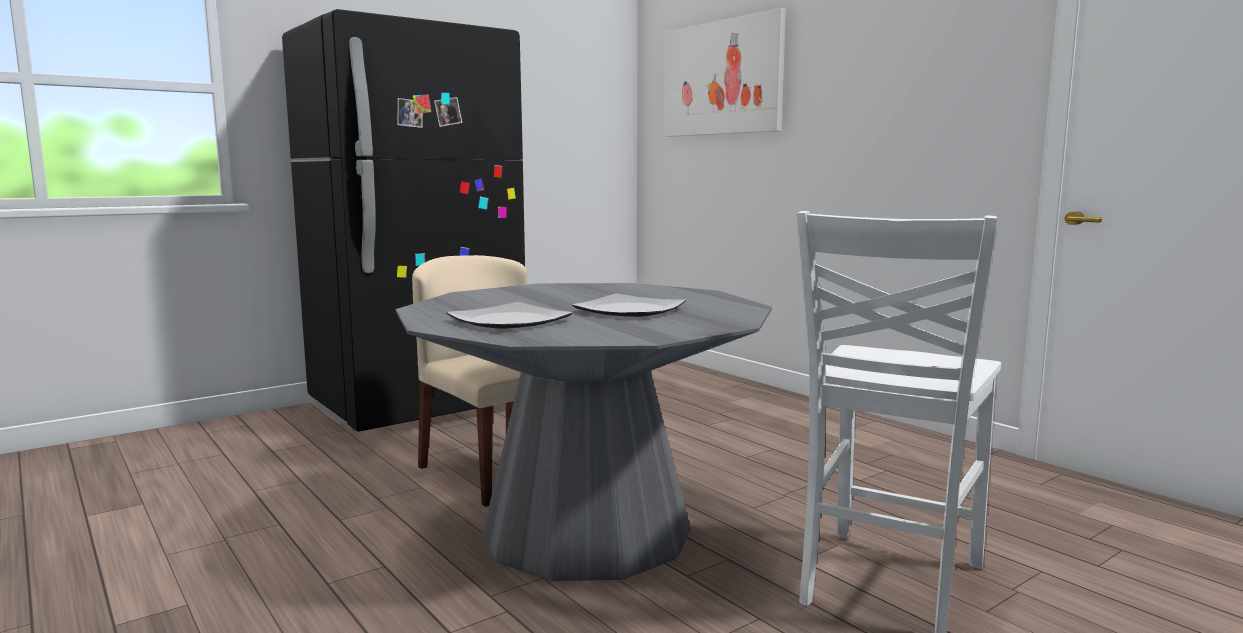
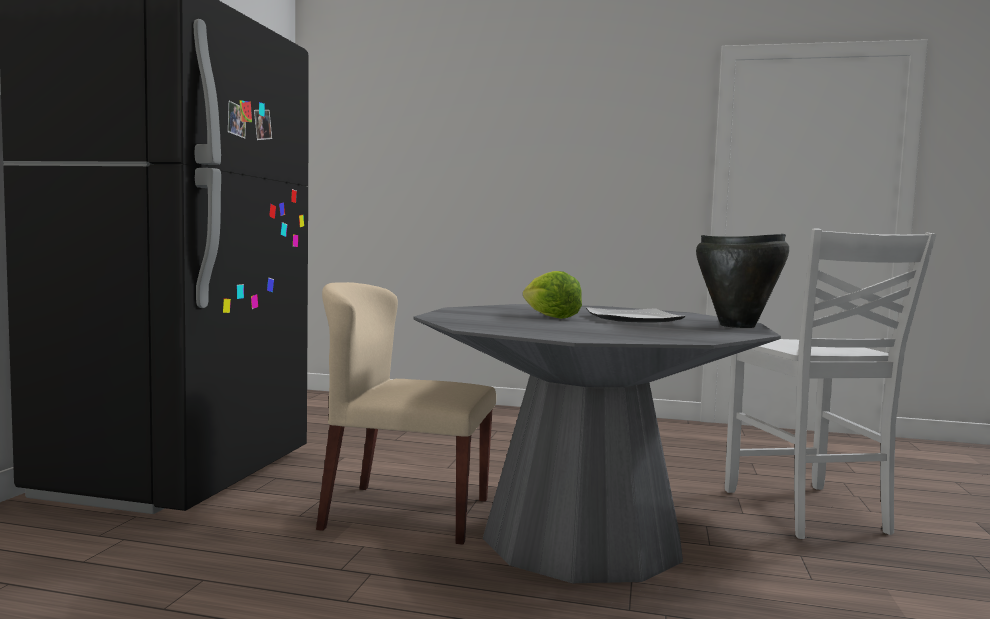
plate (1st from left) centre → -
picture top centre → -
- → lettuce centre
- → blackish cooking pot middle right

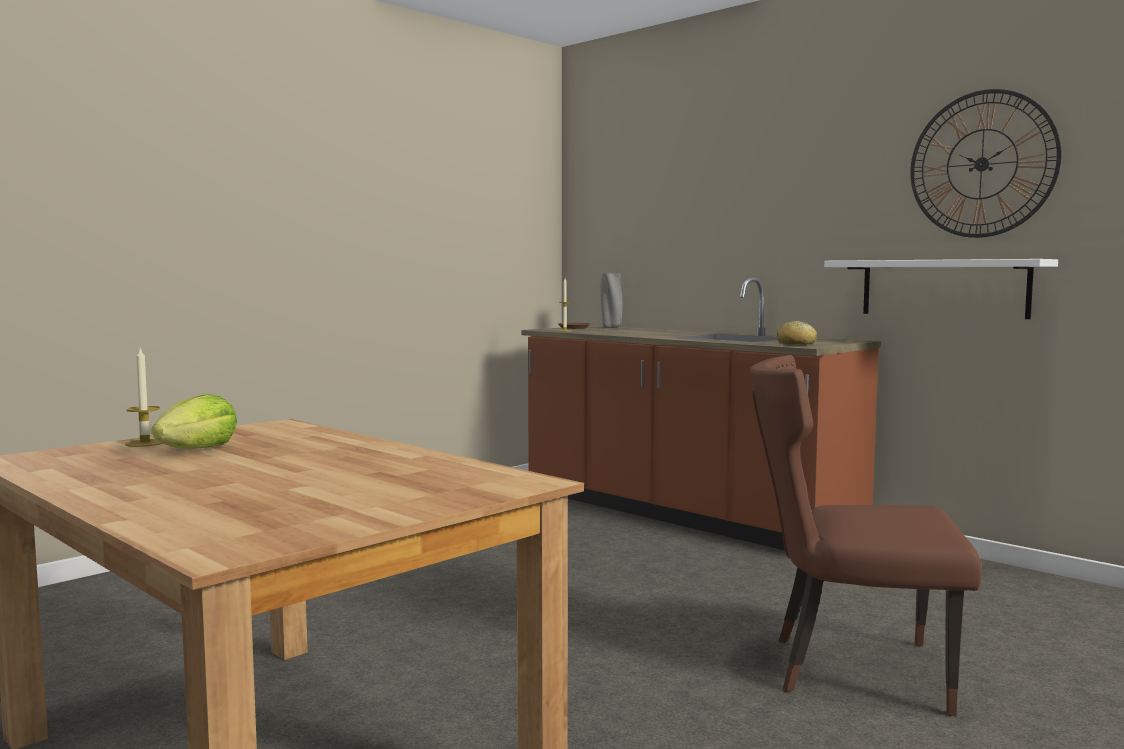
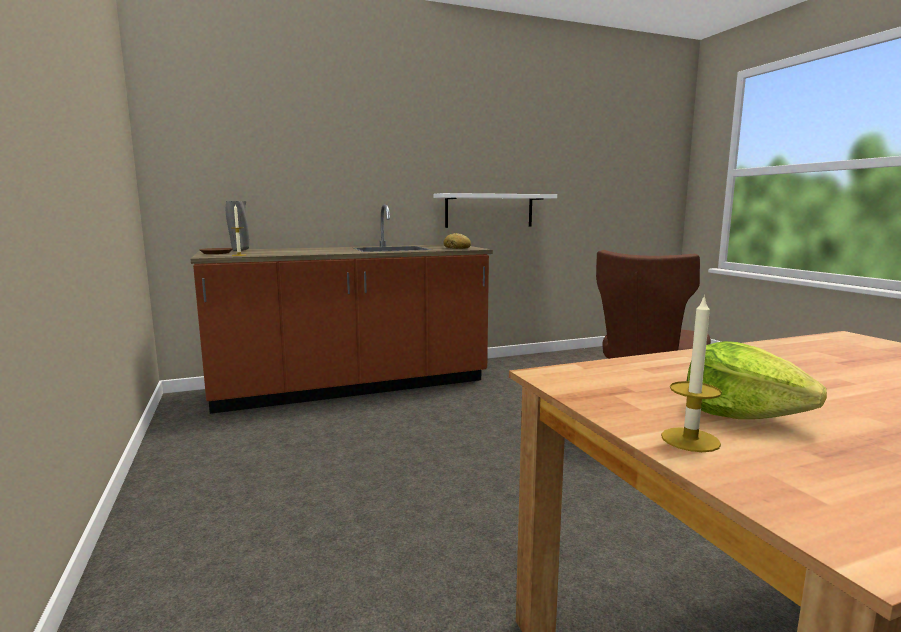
wall clock top right → -

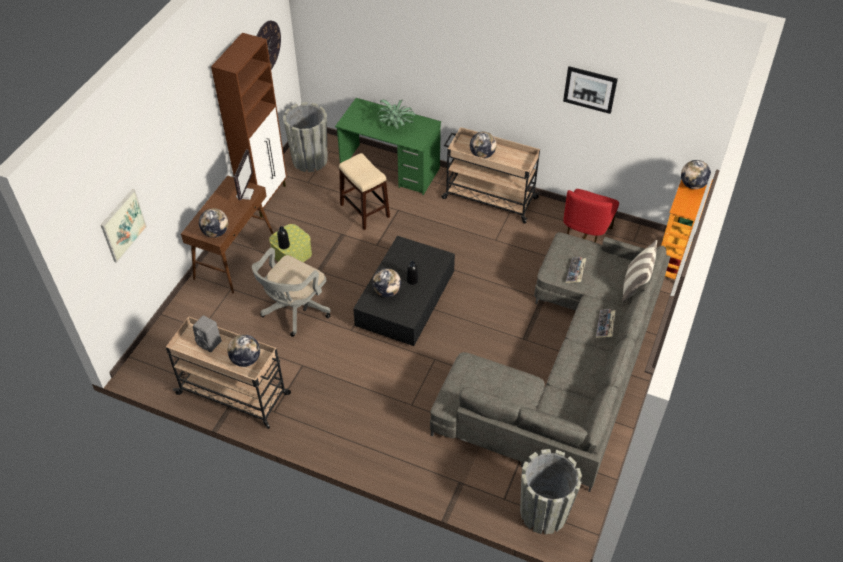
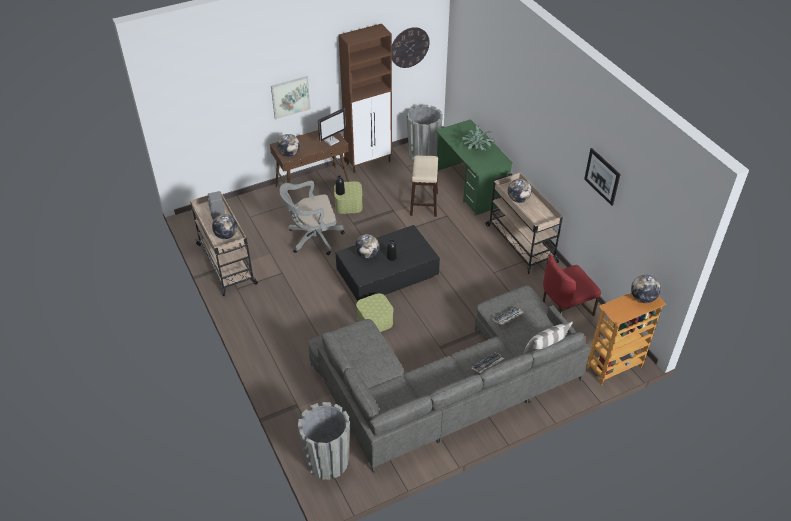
picture (1st from left) middle left → picture (1st from left) top centre, move
- → storage container (2nd from left) centre

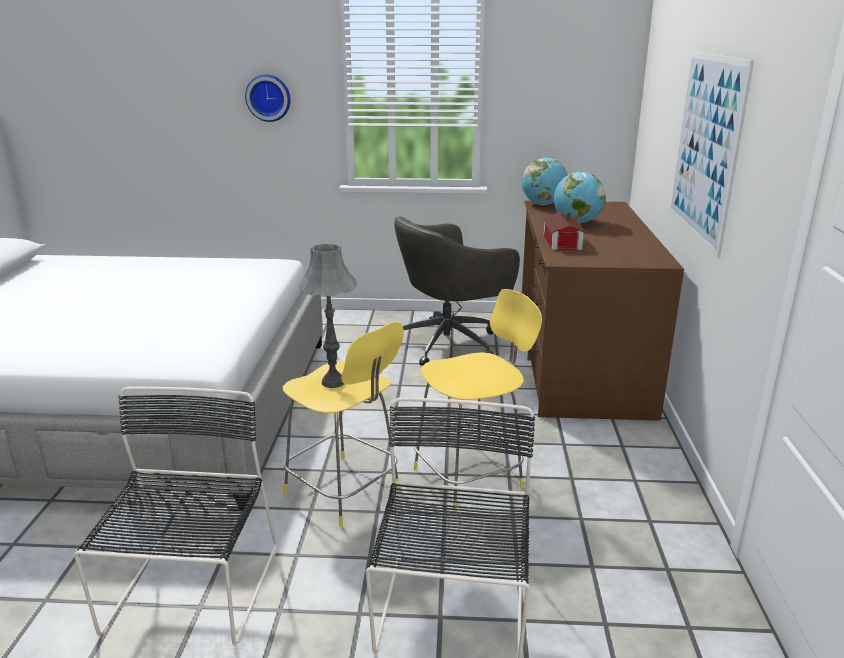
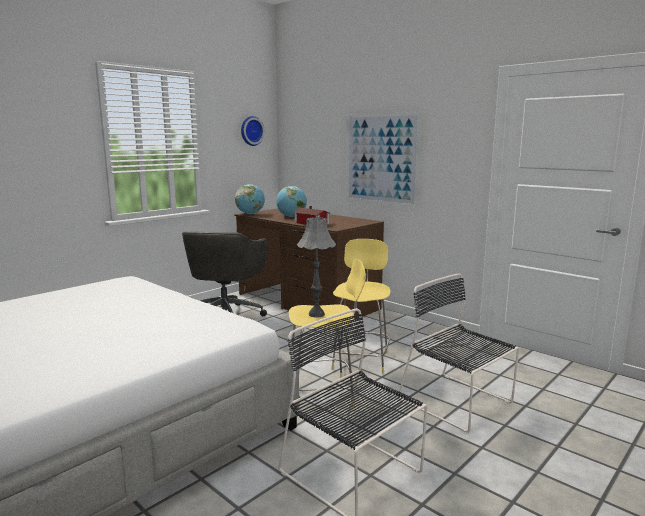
wall clock top left → wall clock top centre, move

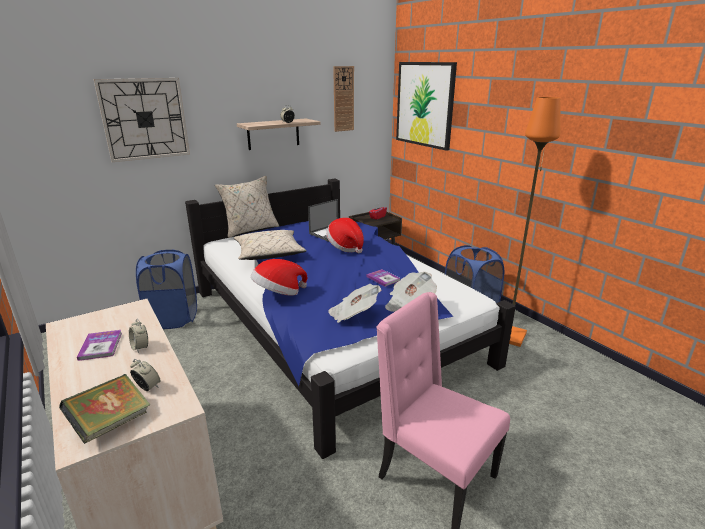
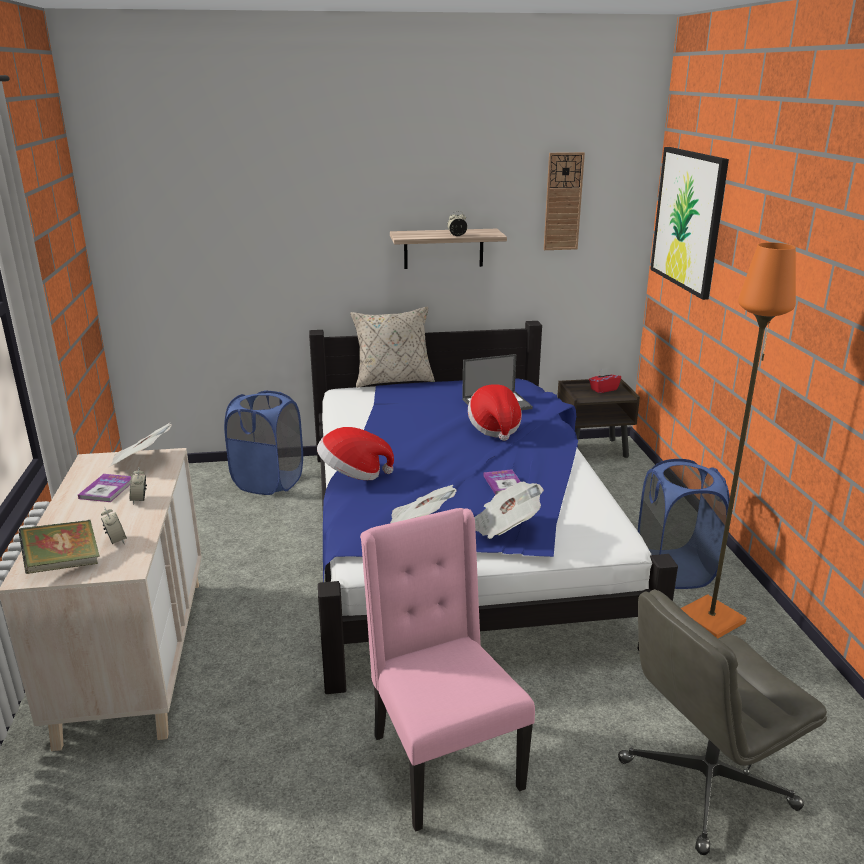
wall clock (1st from left) top left → -
sand-coloured pillow (2nd from left) centre → -
- → daily paper (1st from left) middle left
- → grey office chair bottom right

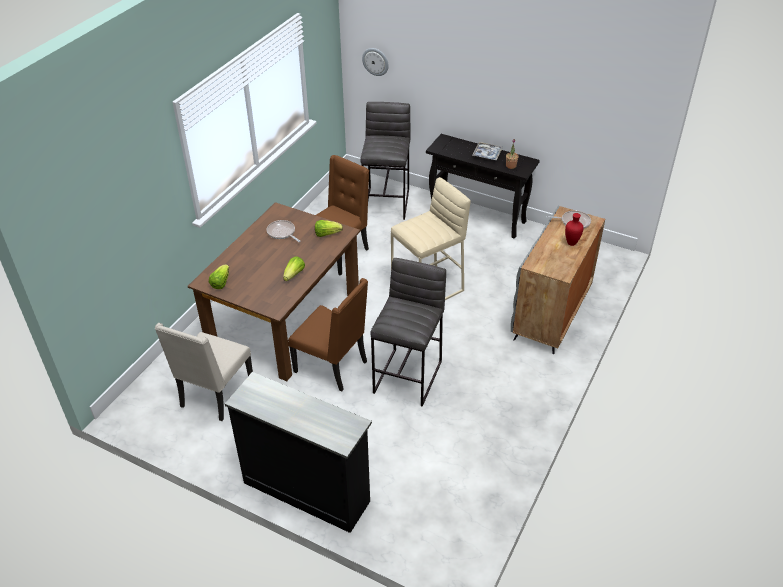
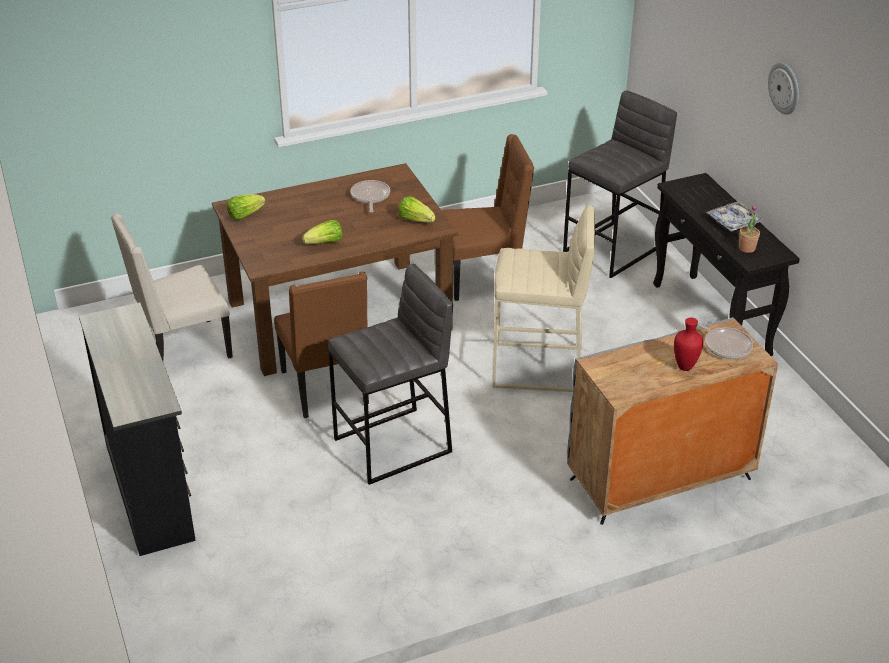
wall clock top centre → wall clock top right, move

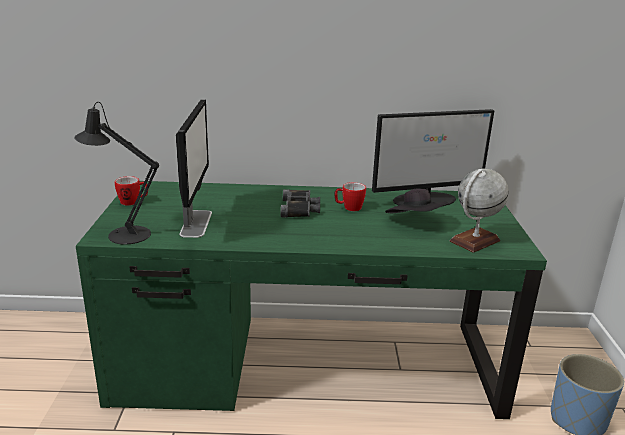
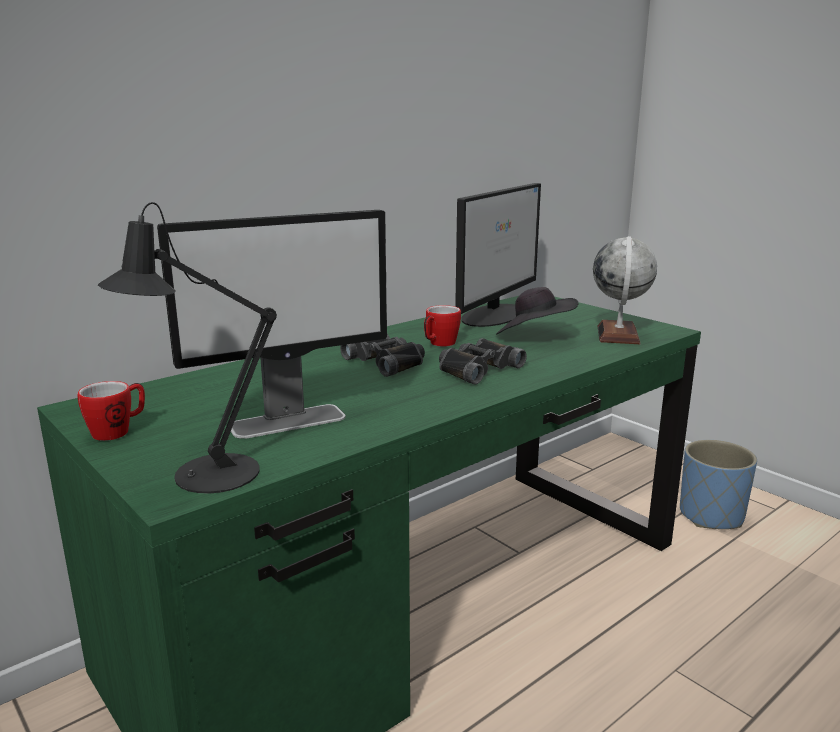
monitor (1st from left) middle left, 105 degrees clockwise
- → blackish binoculars (2nd from left) centre

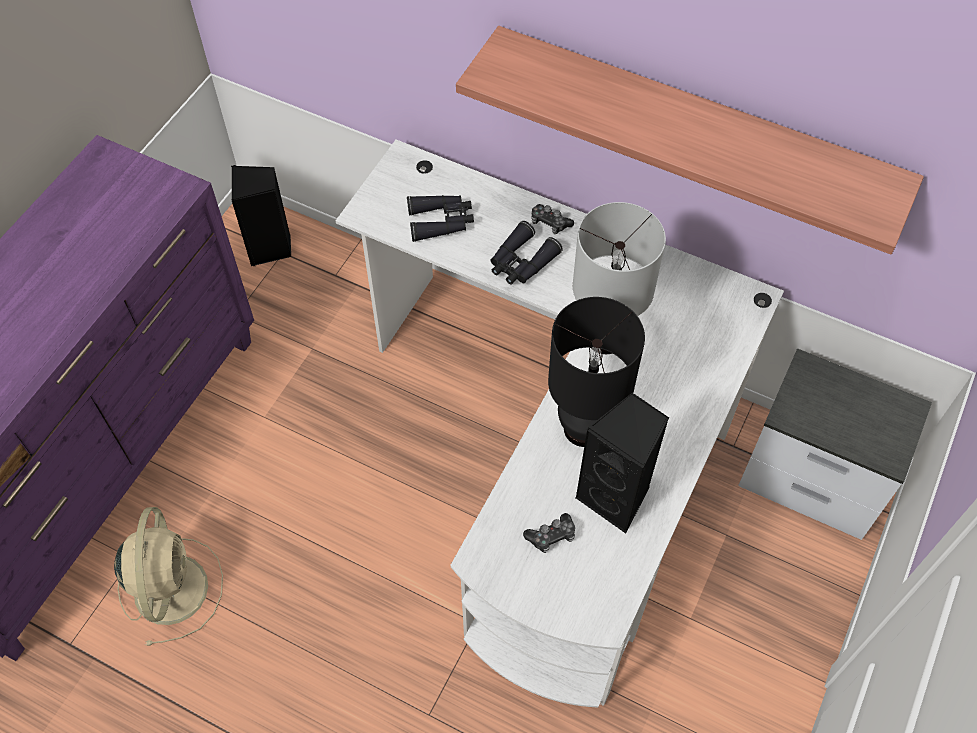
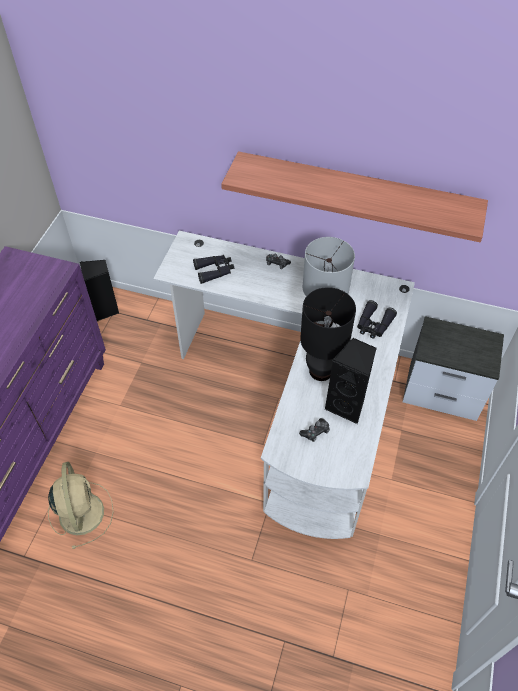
blackish binoculars (2nd from left) centre → blackish binoculars (2nd from left) middle right, move

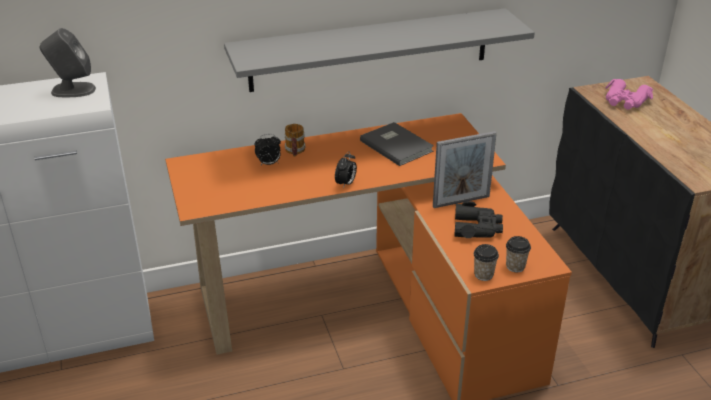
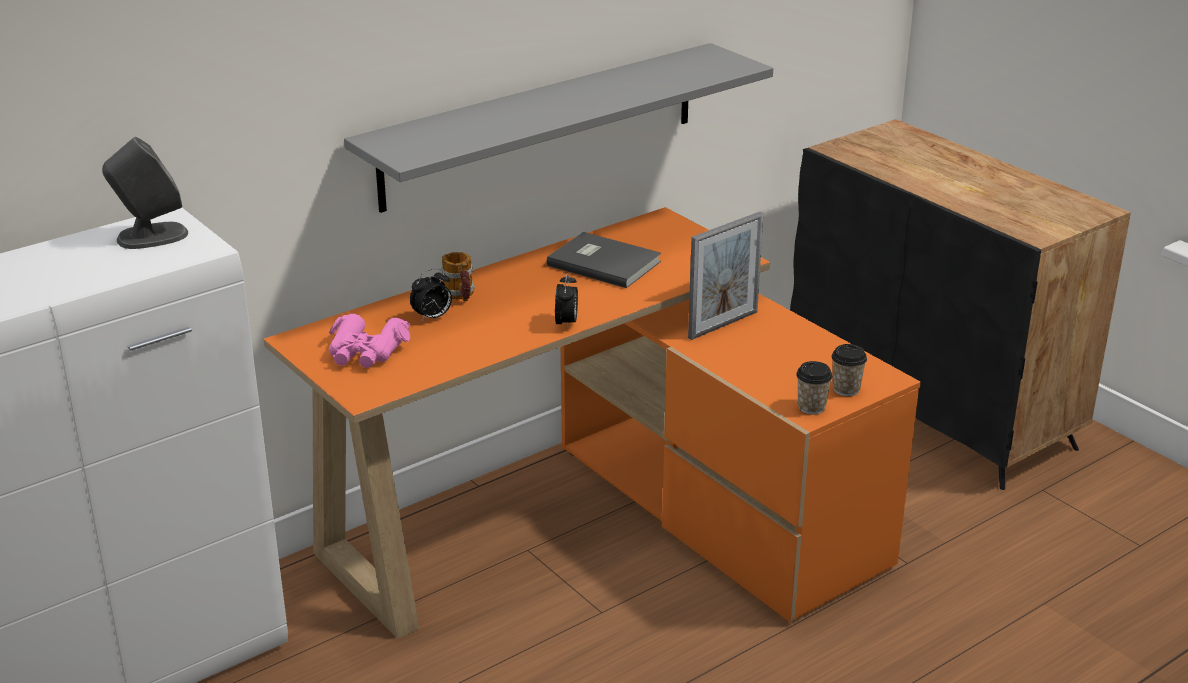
blackish binoculars middle right → -
pinkish binoculars top right → pinkish binoculars middle left, move

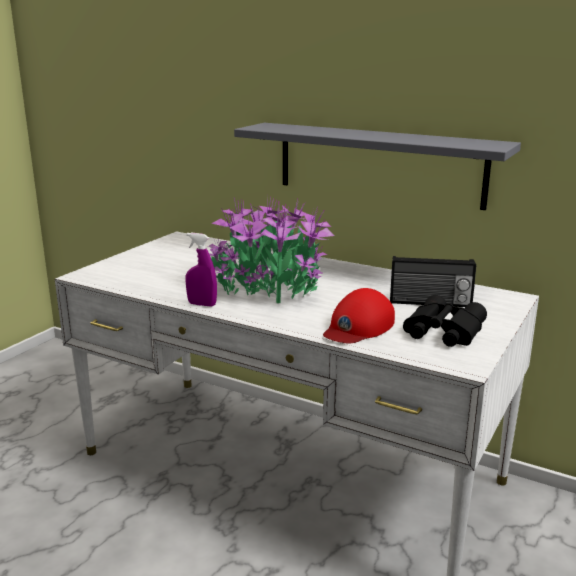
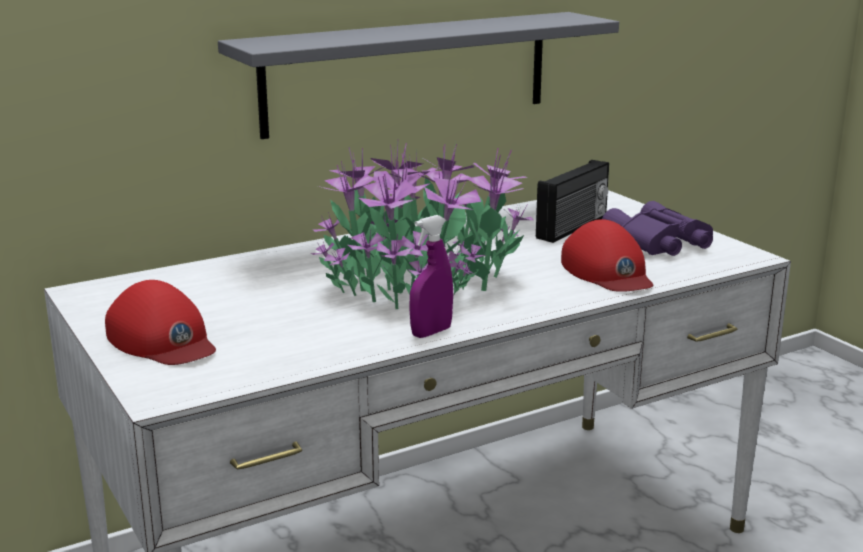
blackish binoculars middle right → purple-coloured binoculars middle right
- → reddish cap (1st from left) middle left

